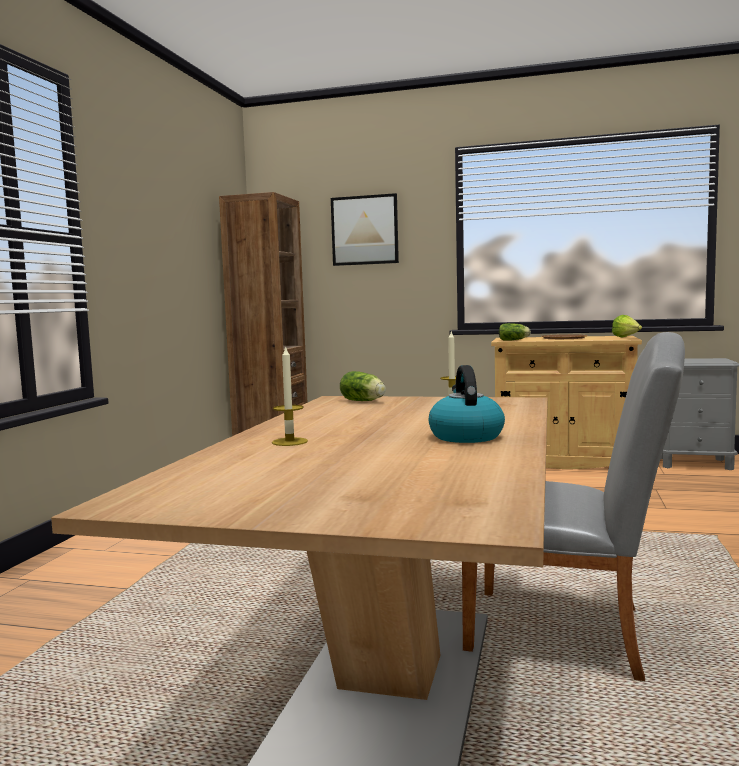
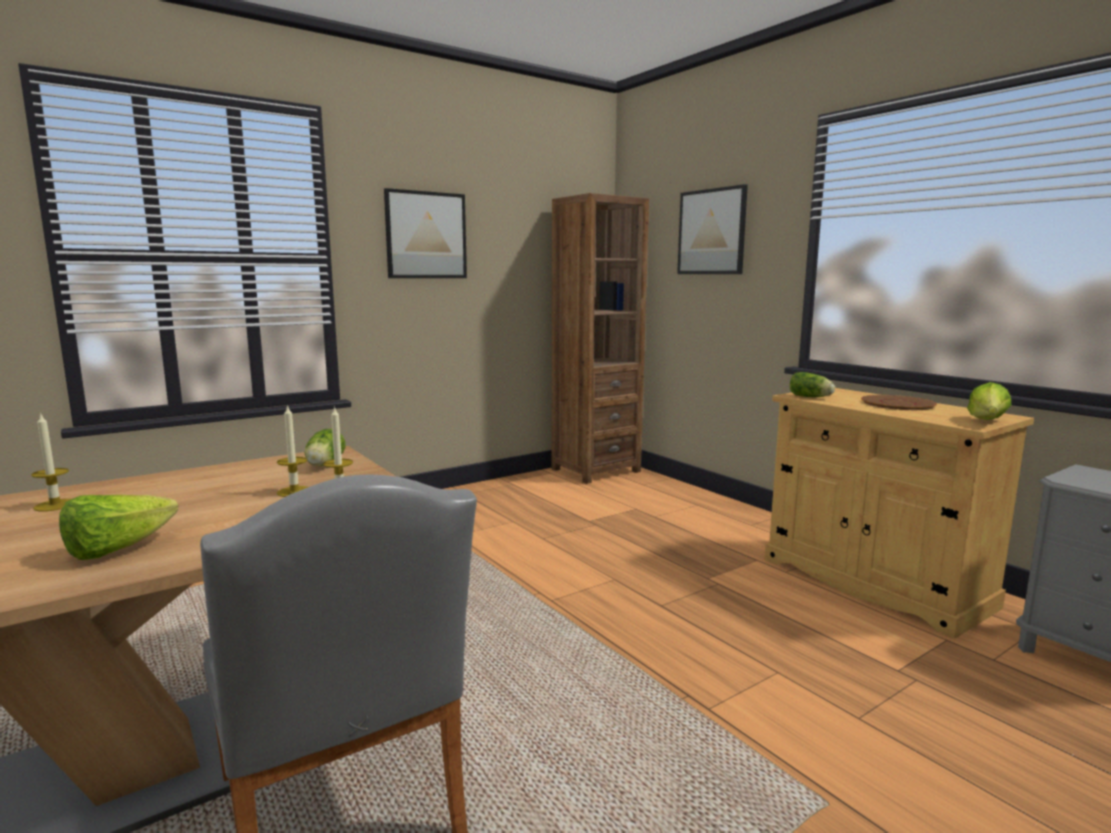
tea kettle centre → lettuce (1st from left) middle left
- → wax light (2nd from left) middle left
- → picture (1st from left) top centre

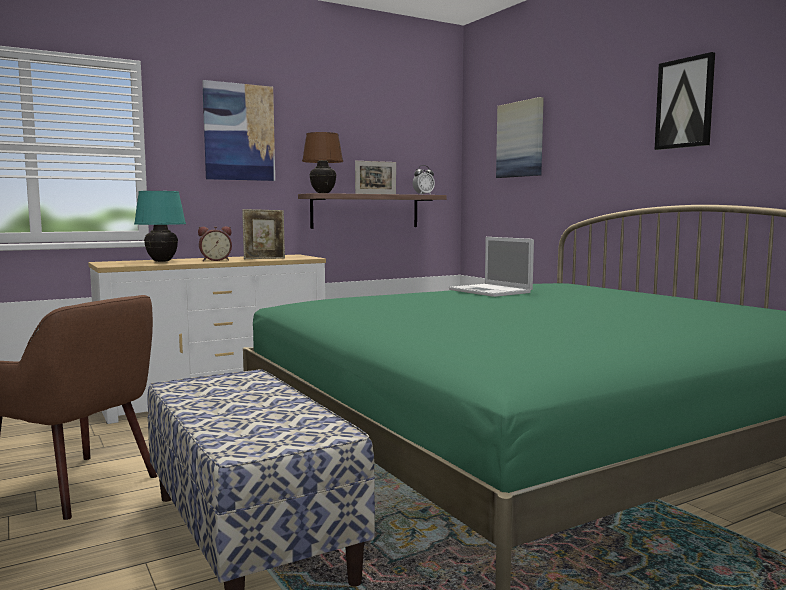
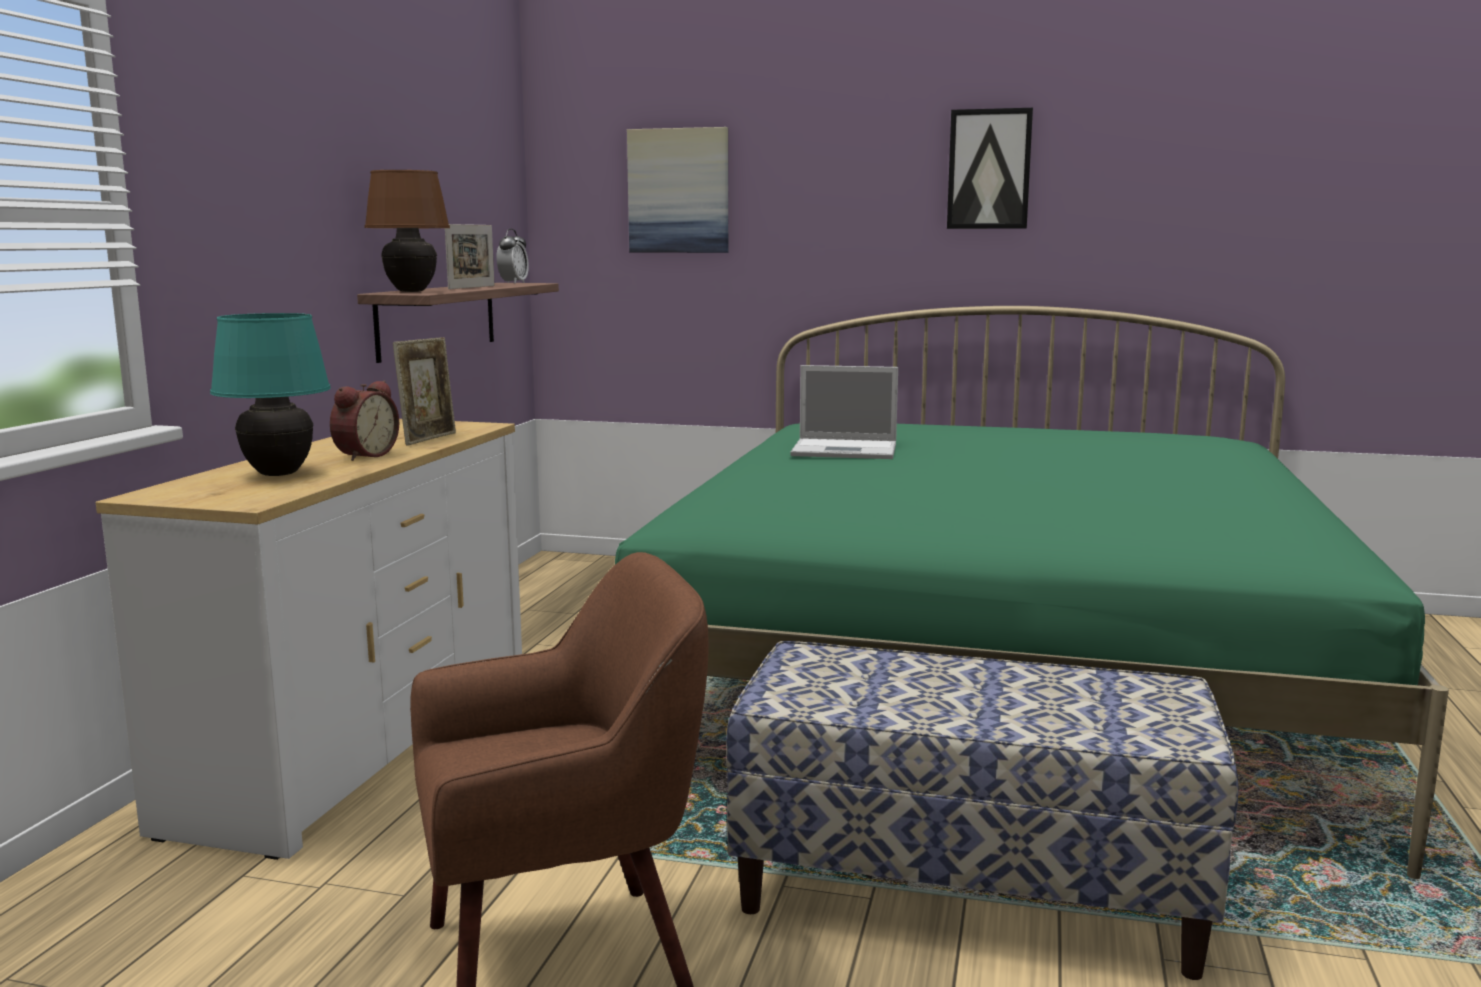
picture (1st from left) top left → -

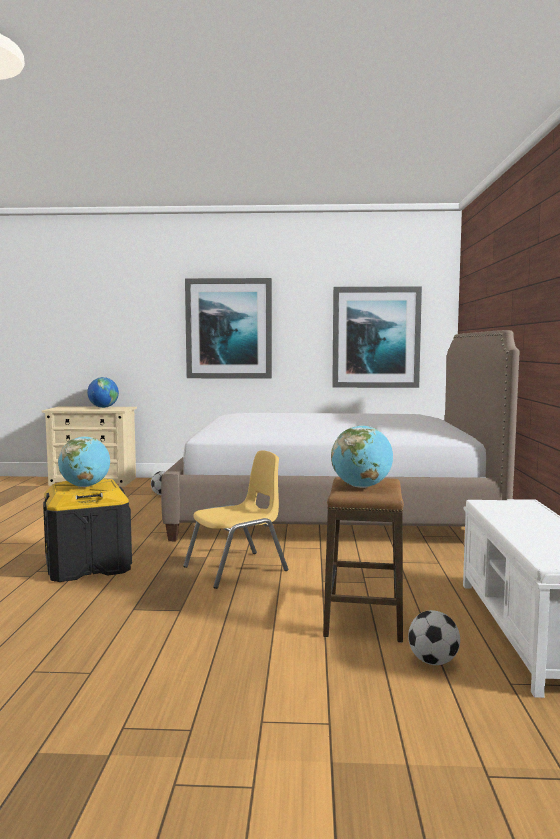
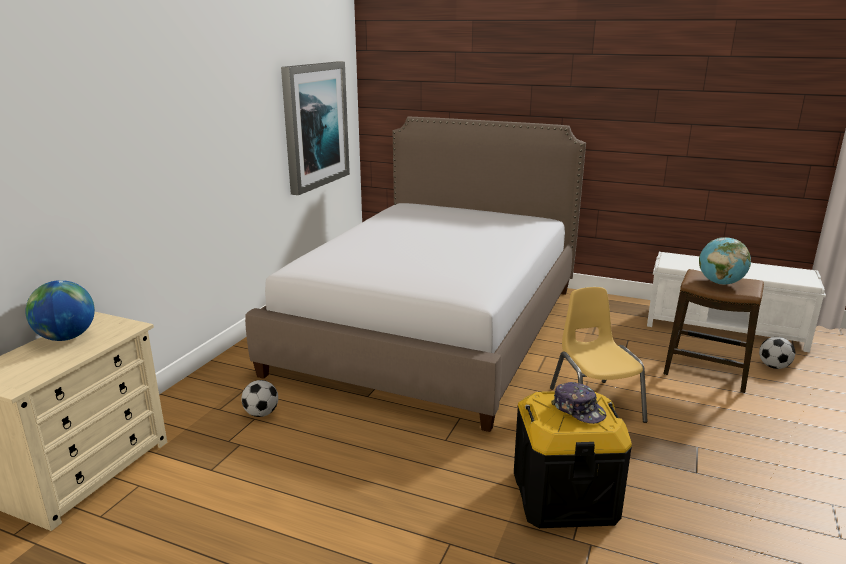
world globe (1st from left) middle left → cap bottom right
picture (1st from left) centre → -

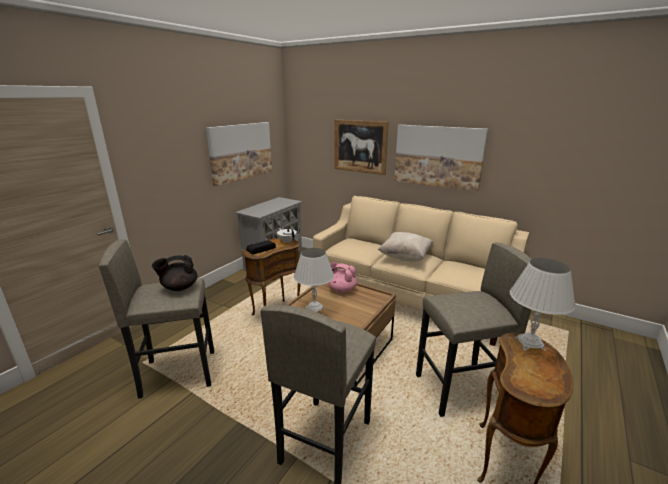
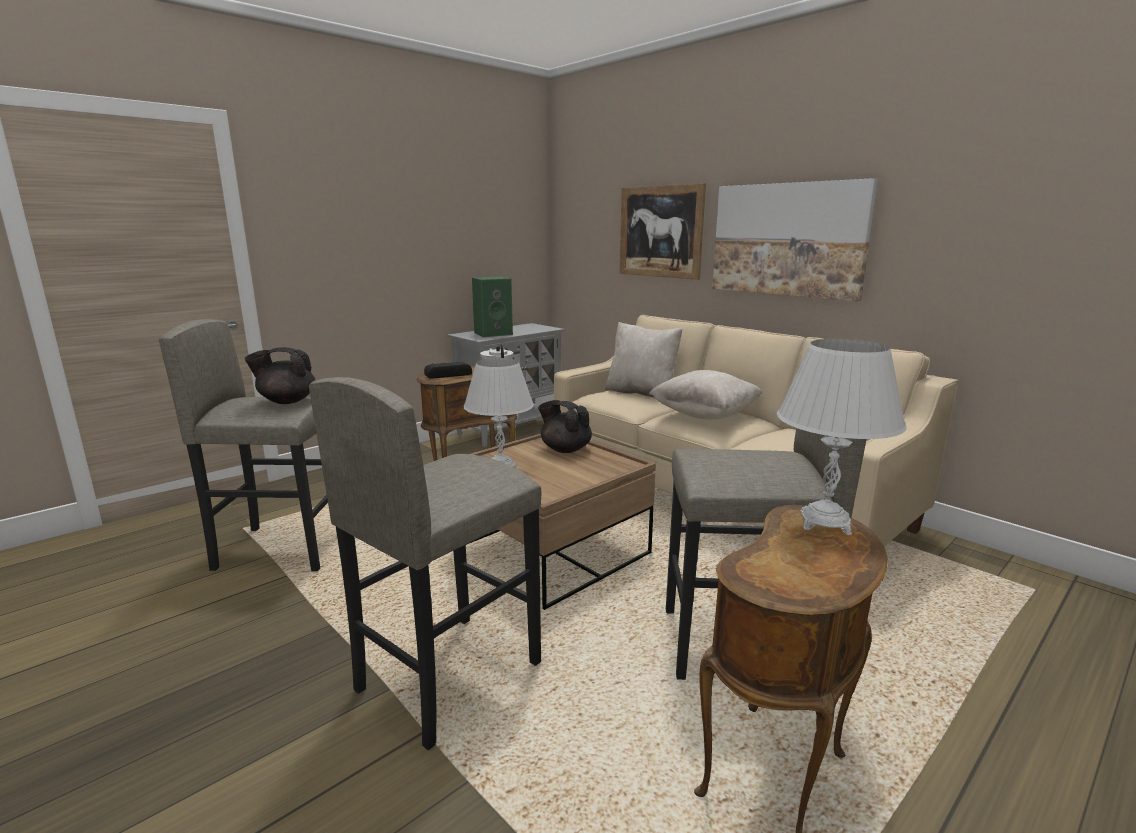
picture (1st from left) top centre → -
pinkish teapot centre → blackish teapot (2nd from left) centre
- → greenish loudspeaker centre
- → sand-coloured pillow (1st from left) centre

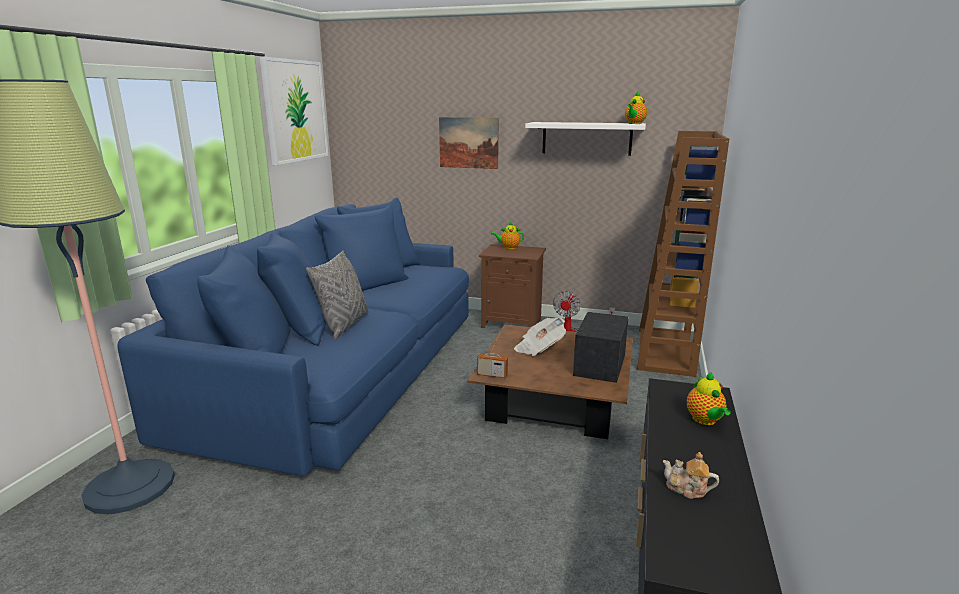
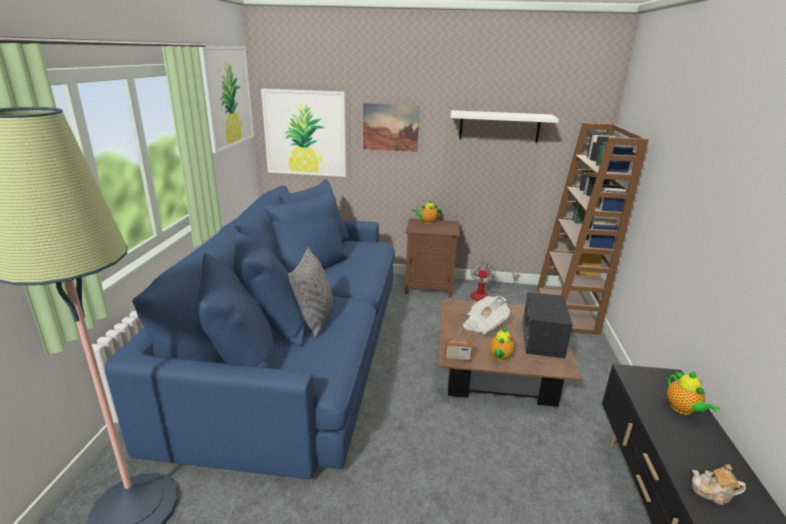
teapot (2nd from left) top centre → teapot (2nd from left) centre, move
- → picture (2nd from left) top centre

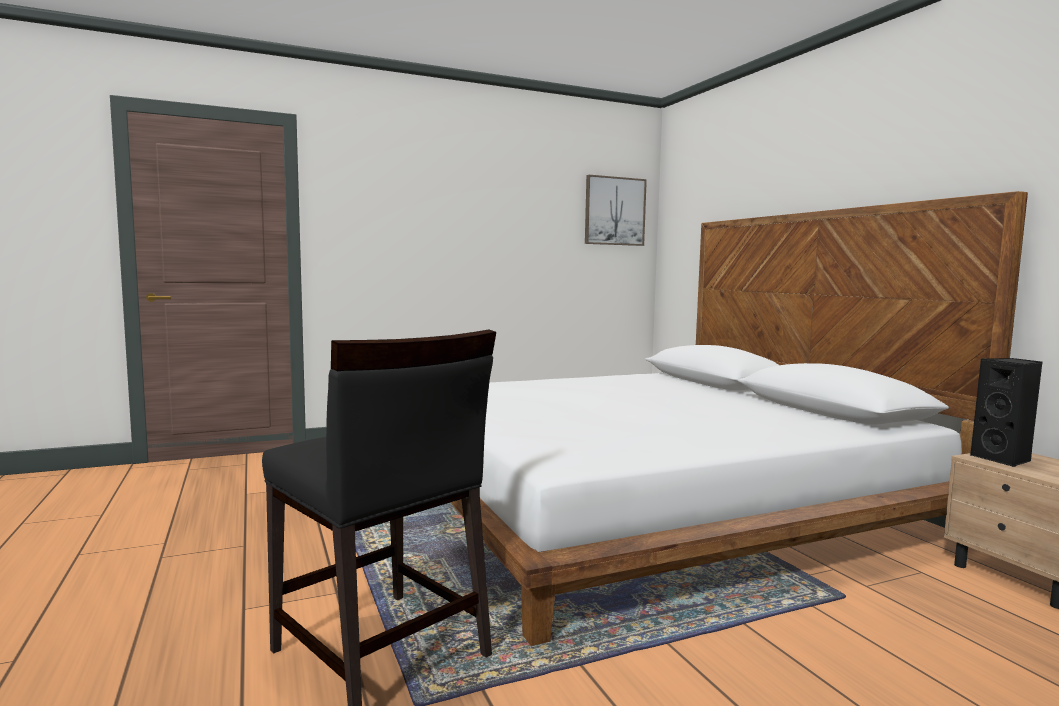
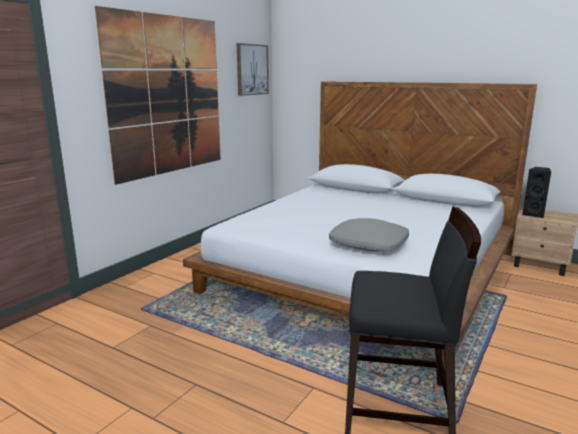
- → picture (1st from left) top left
- → grey pillow centre

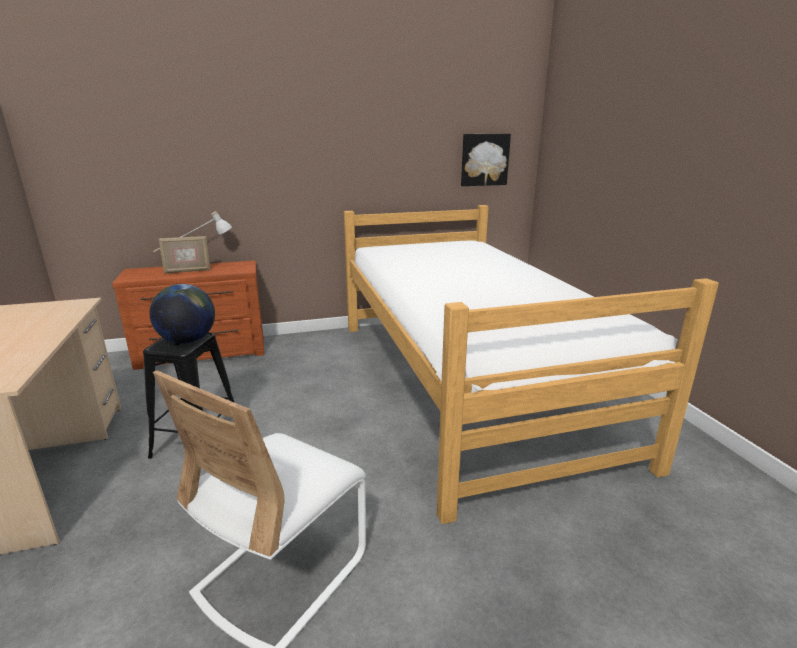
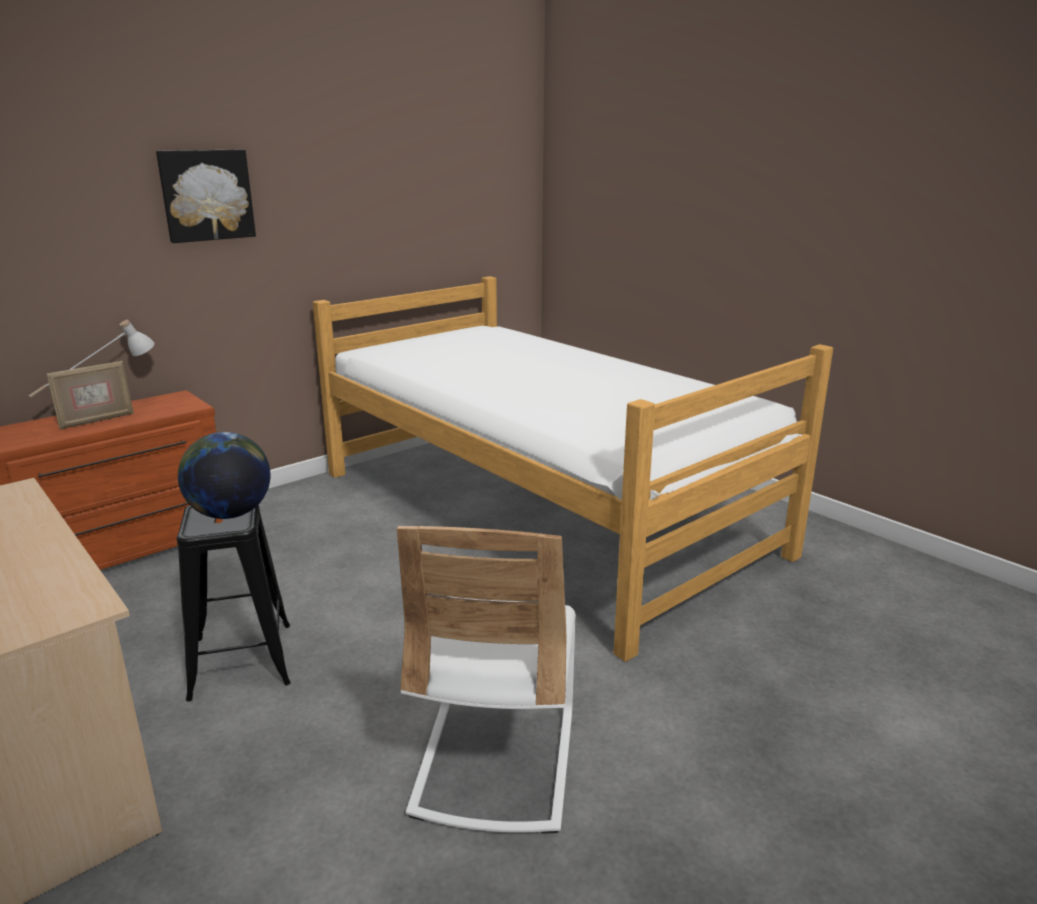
picture top centre → picture top left, move

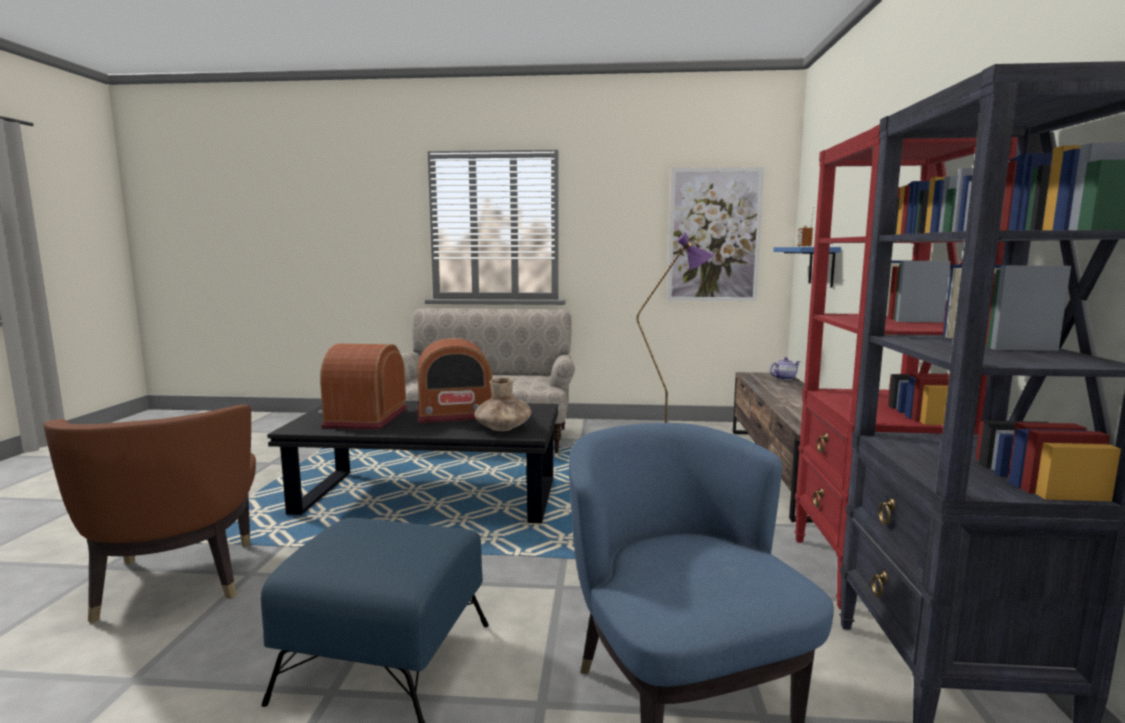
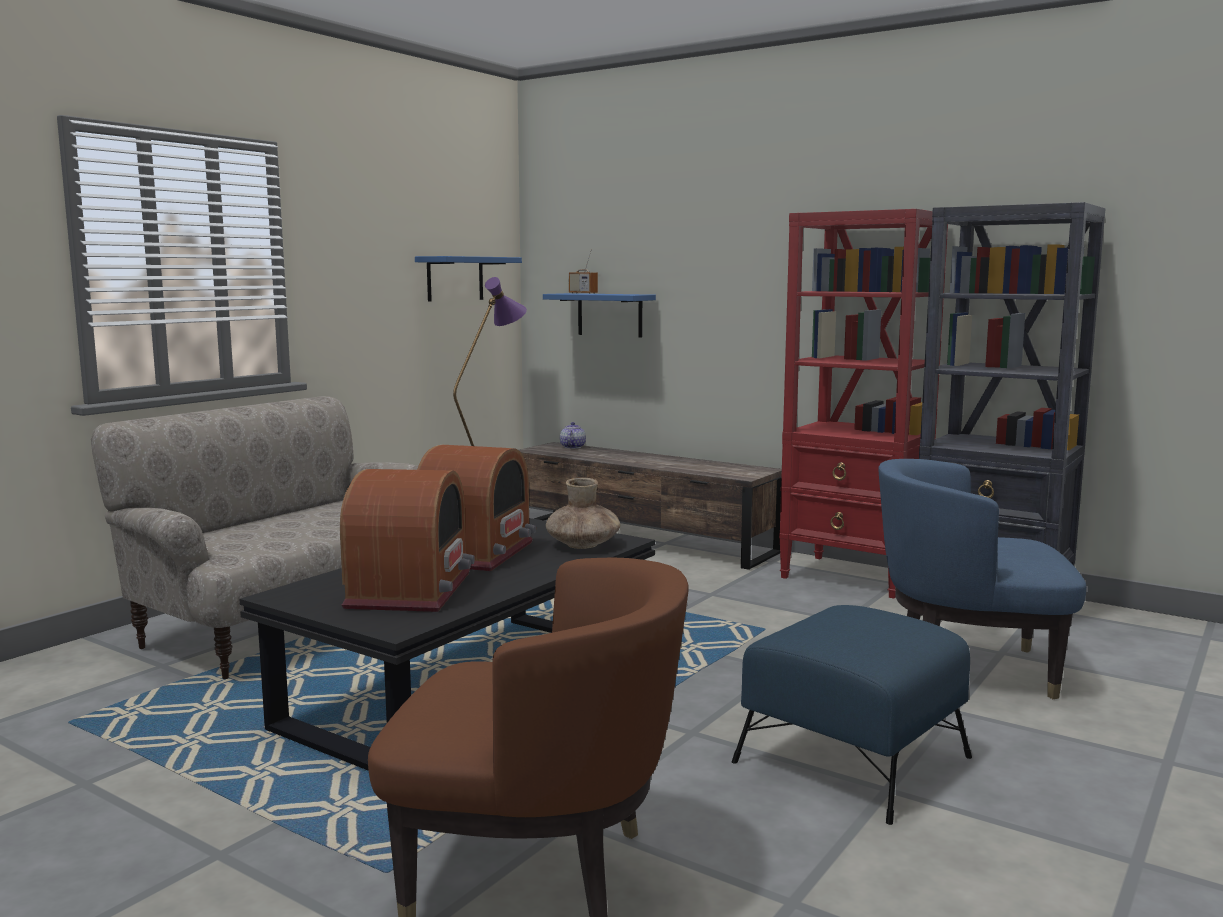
radio set (1st from left) middle left, 120 degrees counterclockwise
picture top centre → blue-coloured bracket shelf (1st from left) top centre

